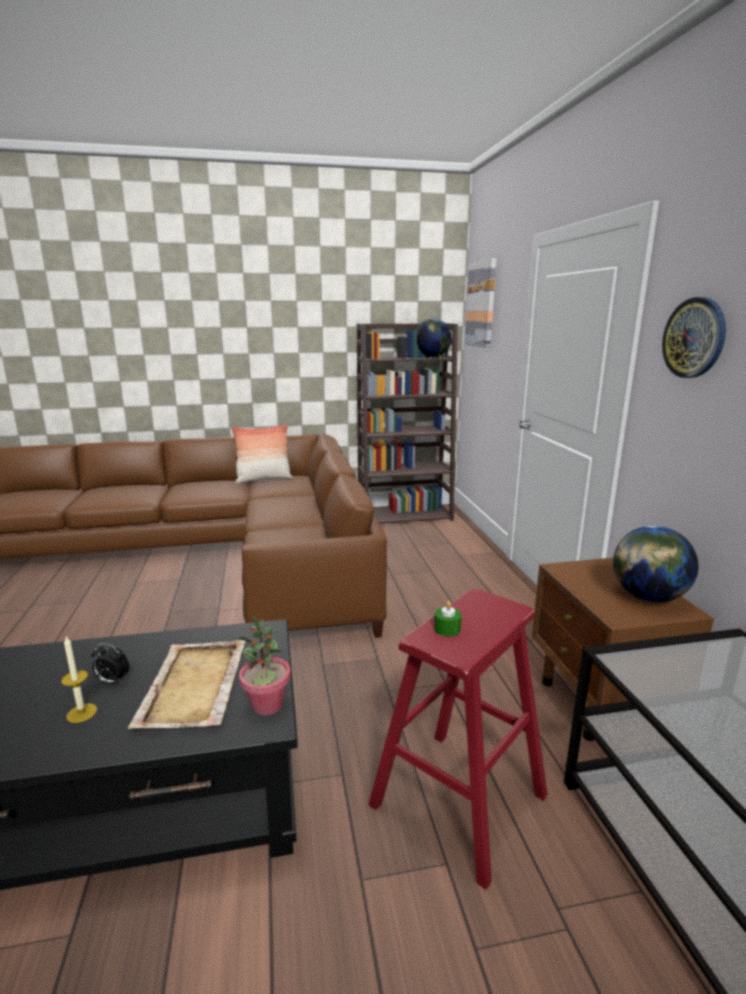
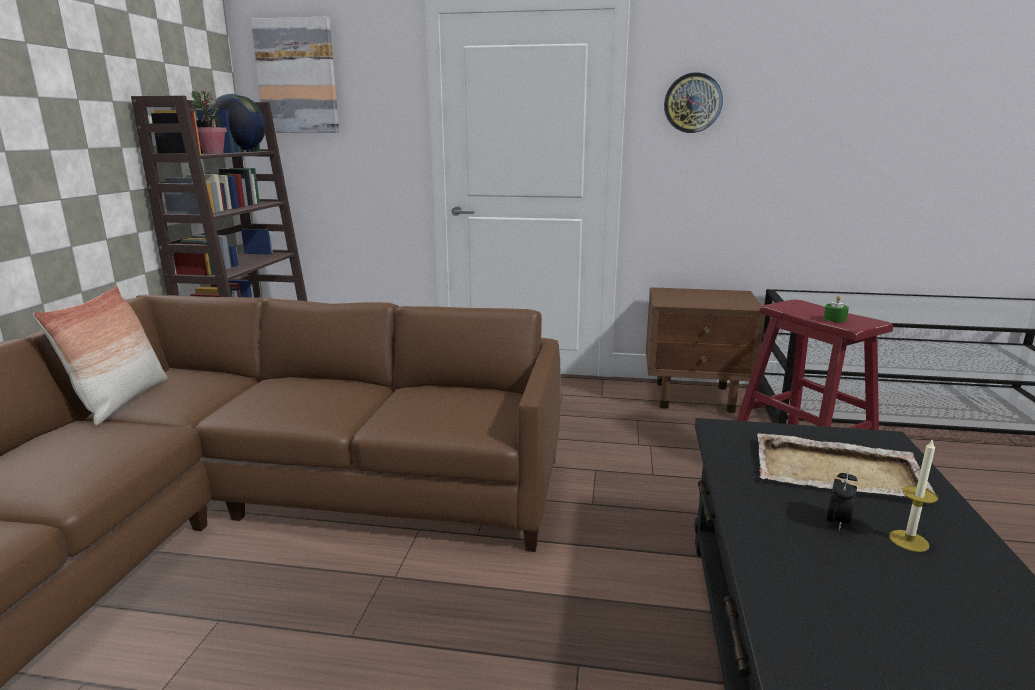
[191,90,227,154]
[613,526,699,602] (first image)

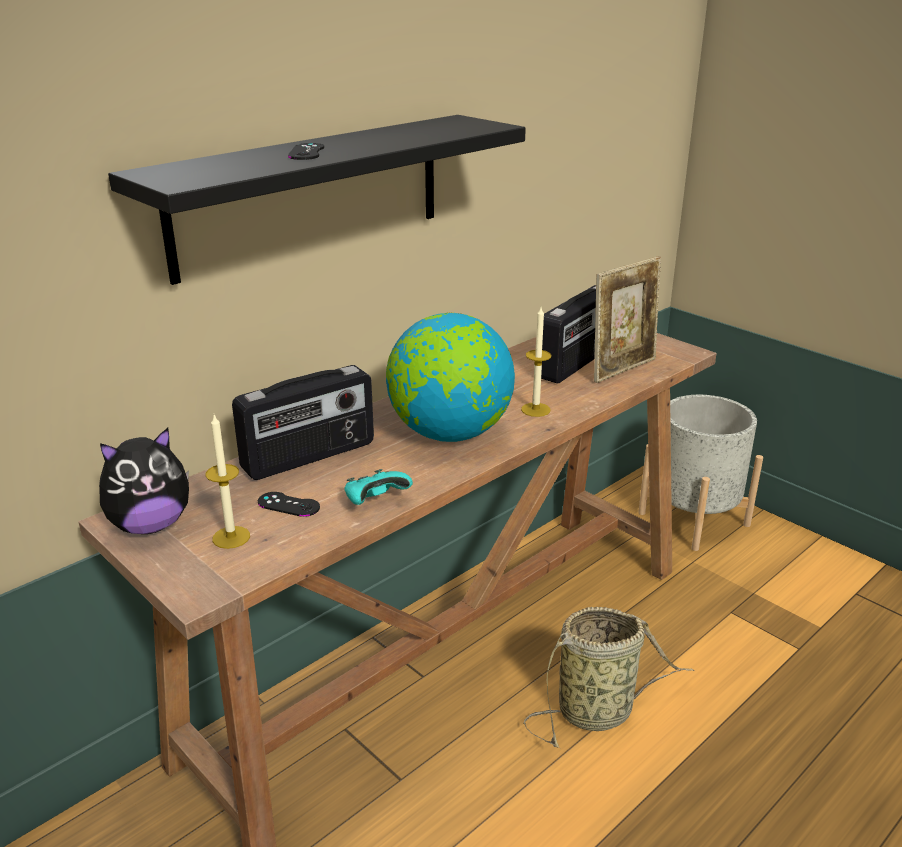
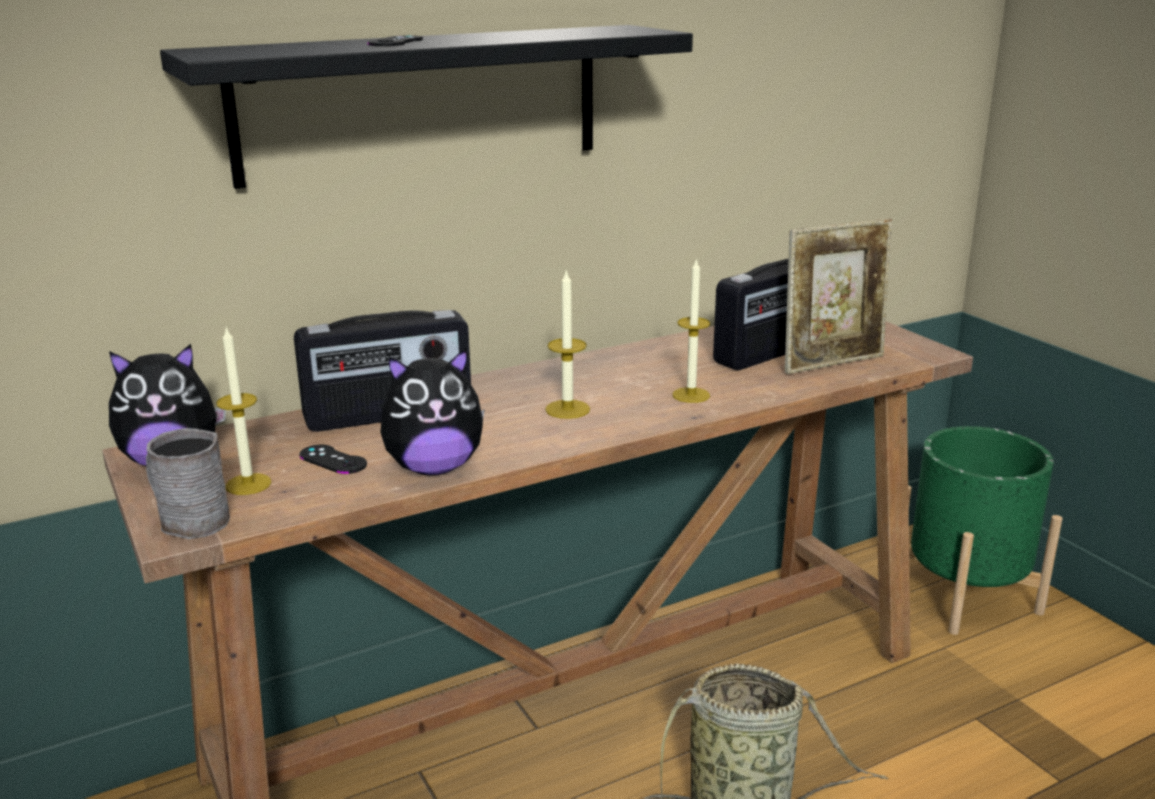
[146,428,230,539]
[380,348,485,476]
[545,270,590,419]
[908,426,1063,635]

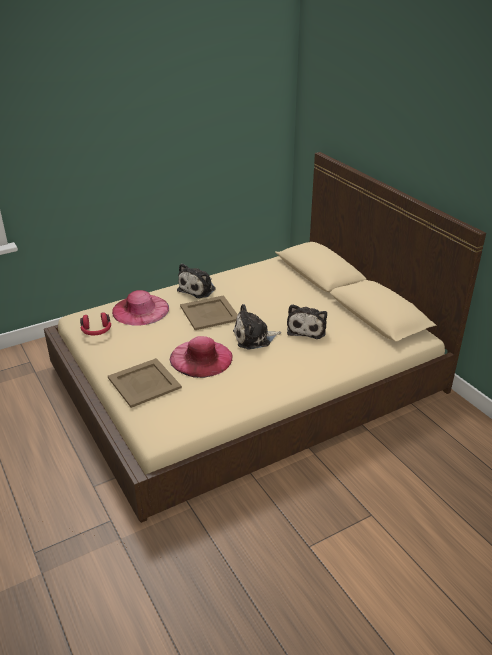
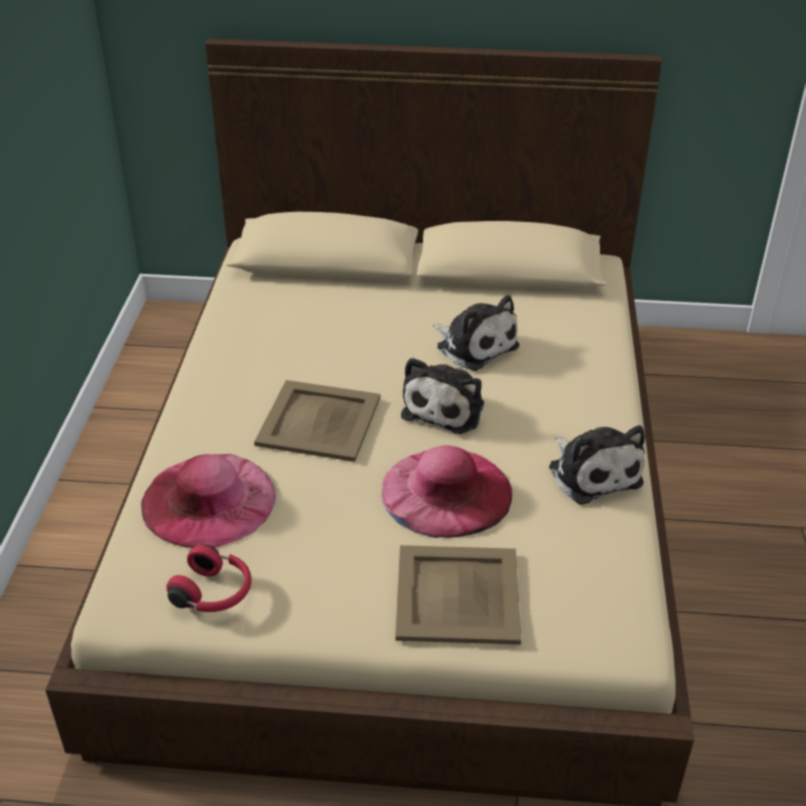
[549,425,645,505]

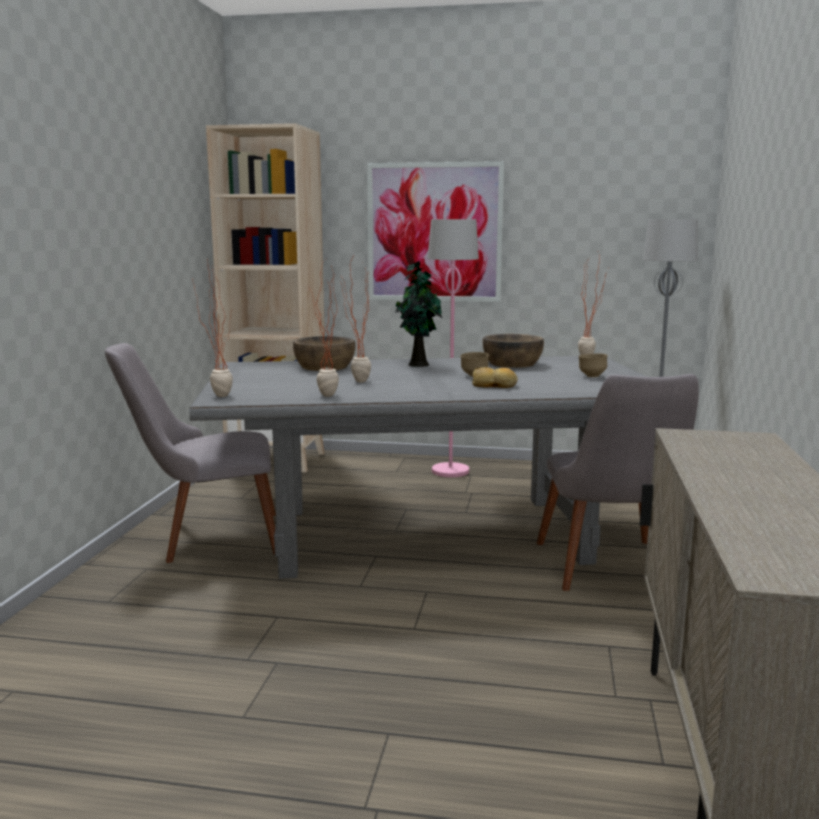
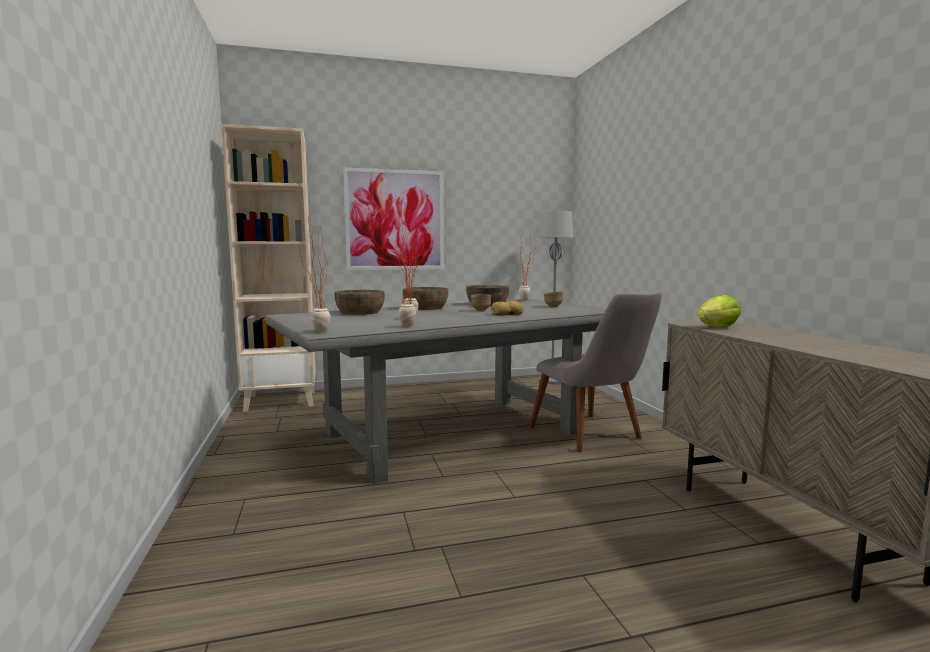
[403,287,448,310]
[697,295,741,327]
[105,343,276,563] (first image)
[428,219,479,477] (first image)

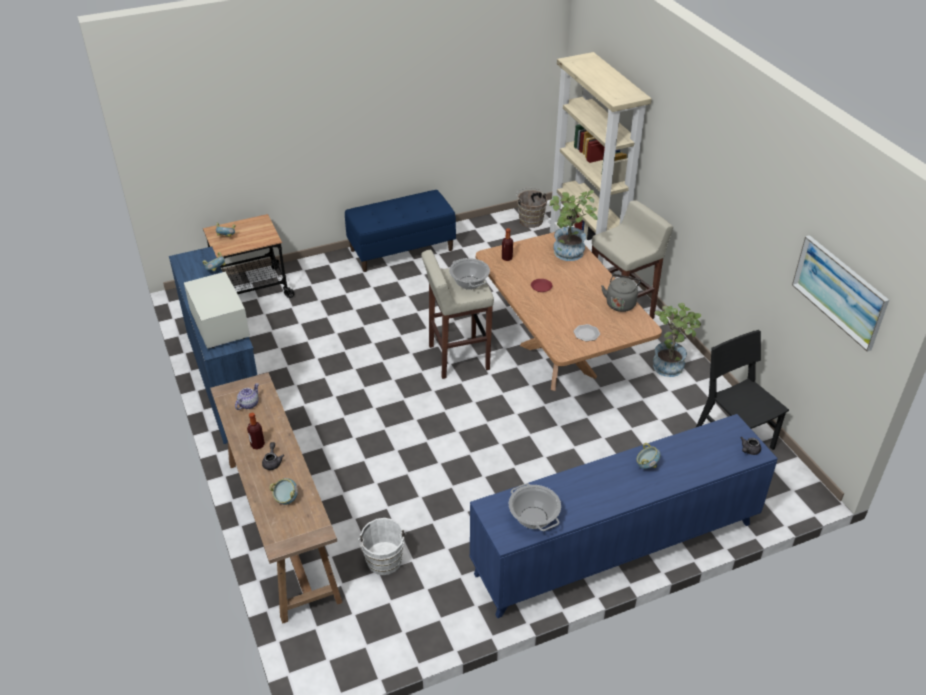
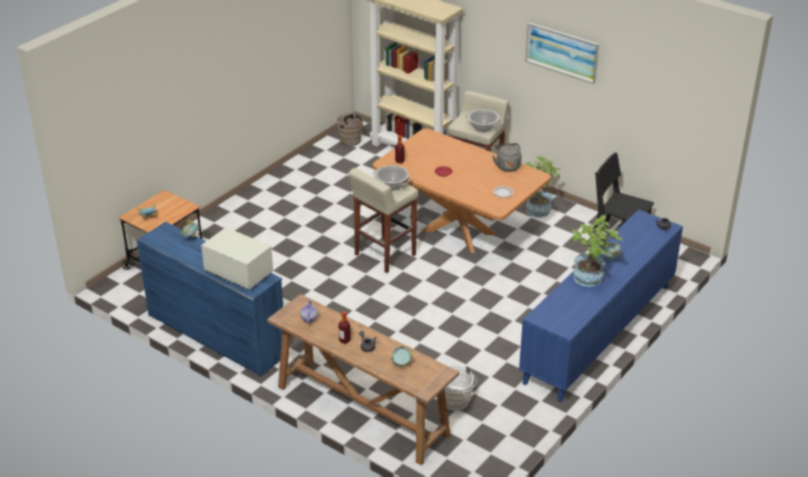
[465,109,502,132]
[526,23,599,84]
[572,215,623,287]
[345,190,456,272] (first image)

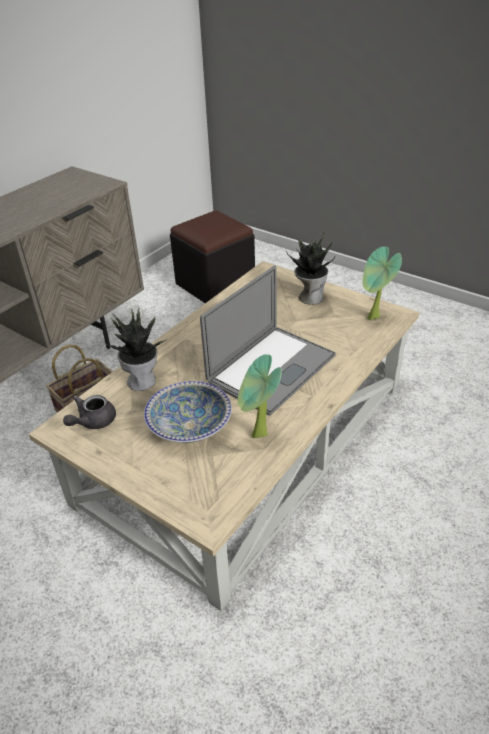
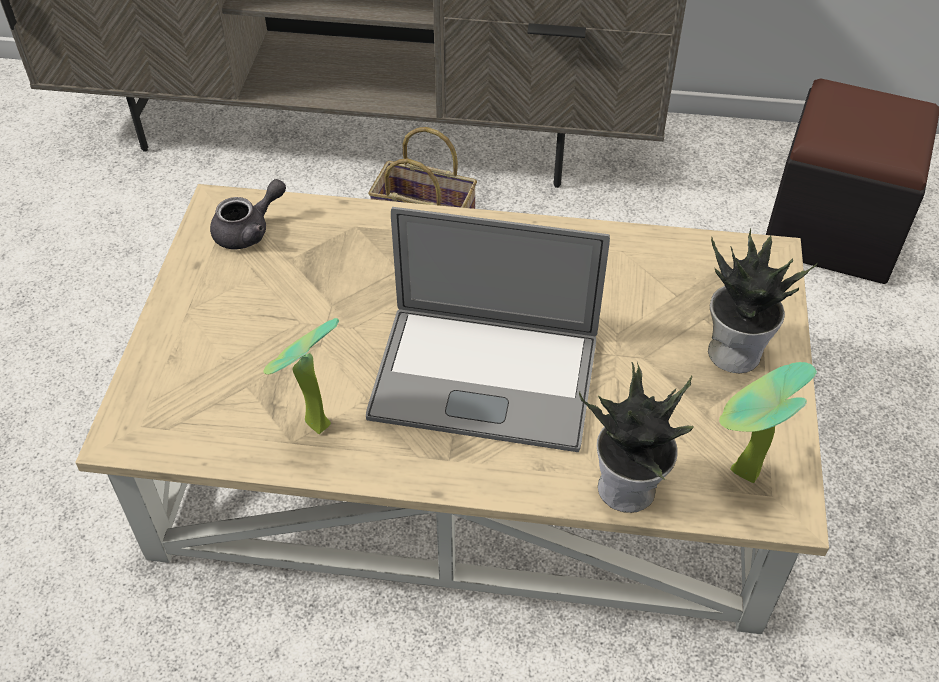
[210,179,286,249]
[579,362,694,513]
[144,381,232,443] (first image)

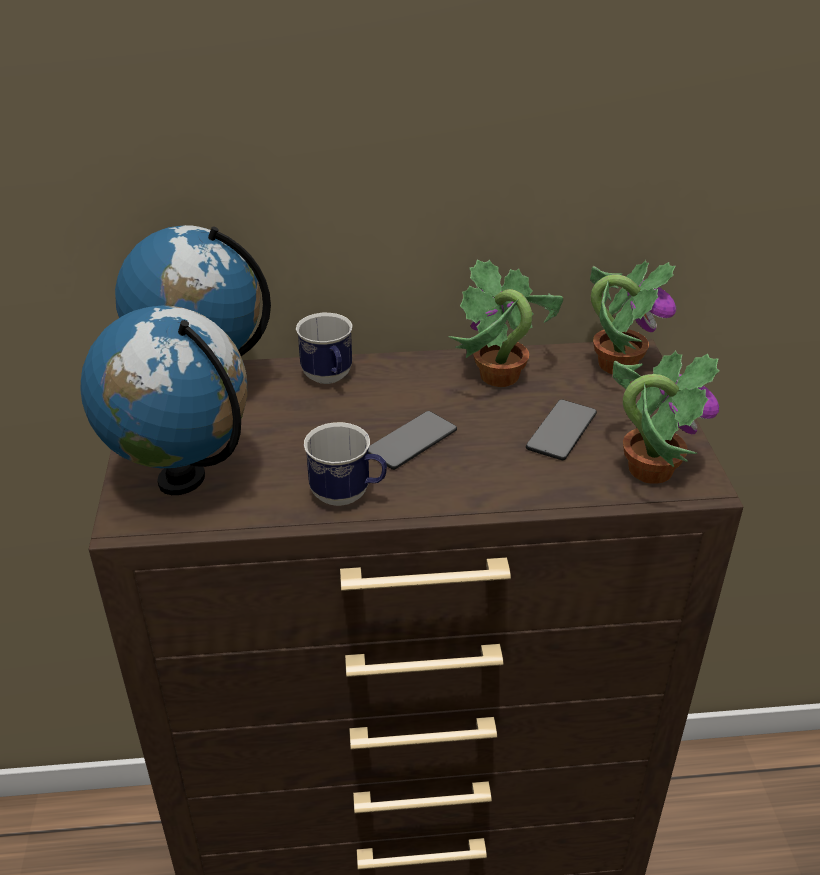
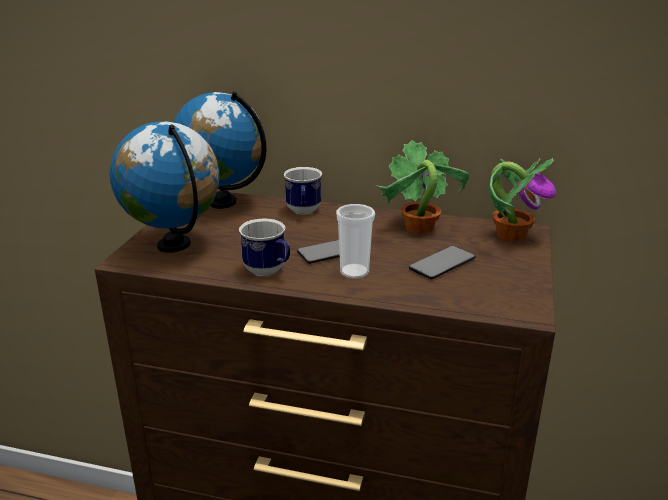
[336,204,375,279]
[613,351,720,483] (first image)

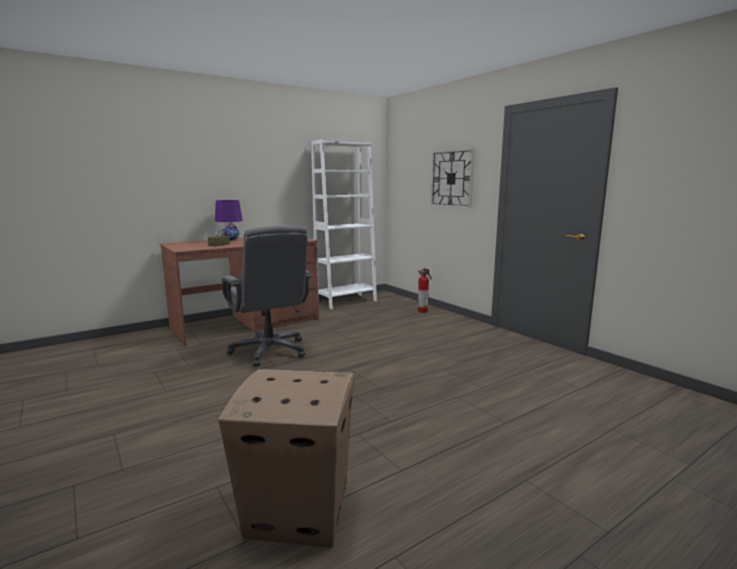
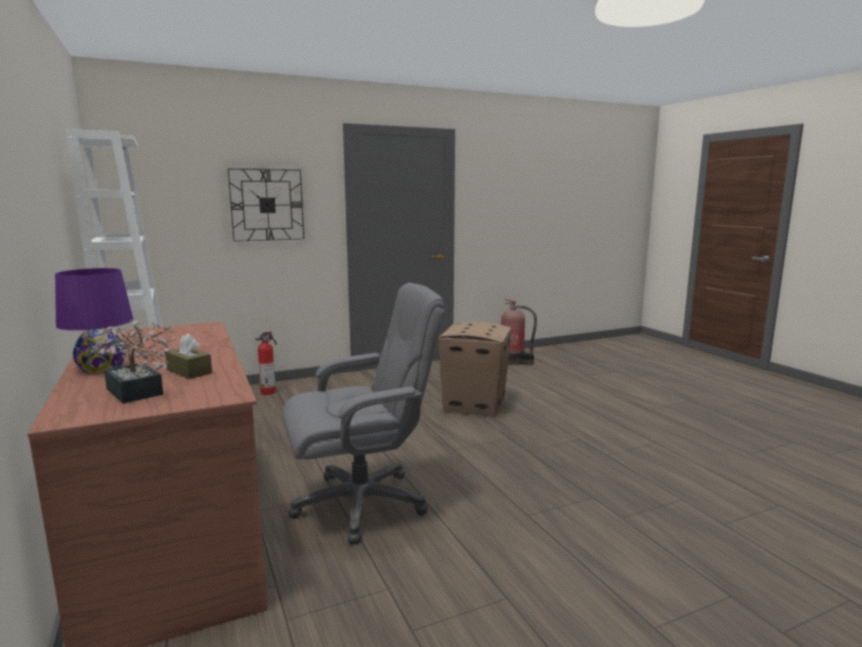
[91,319,176,404]
[438,322,512,417]
[501,299,537,365]

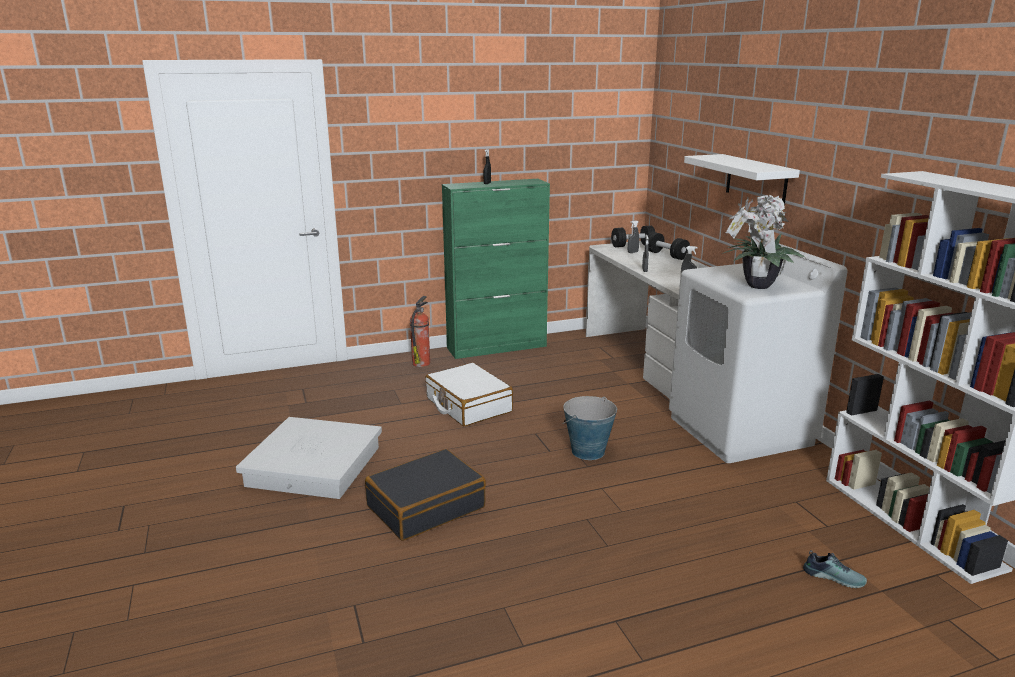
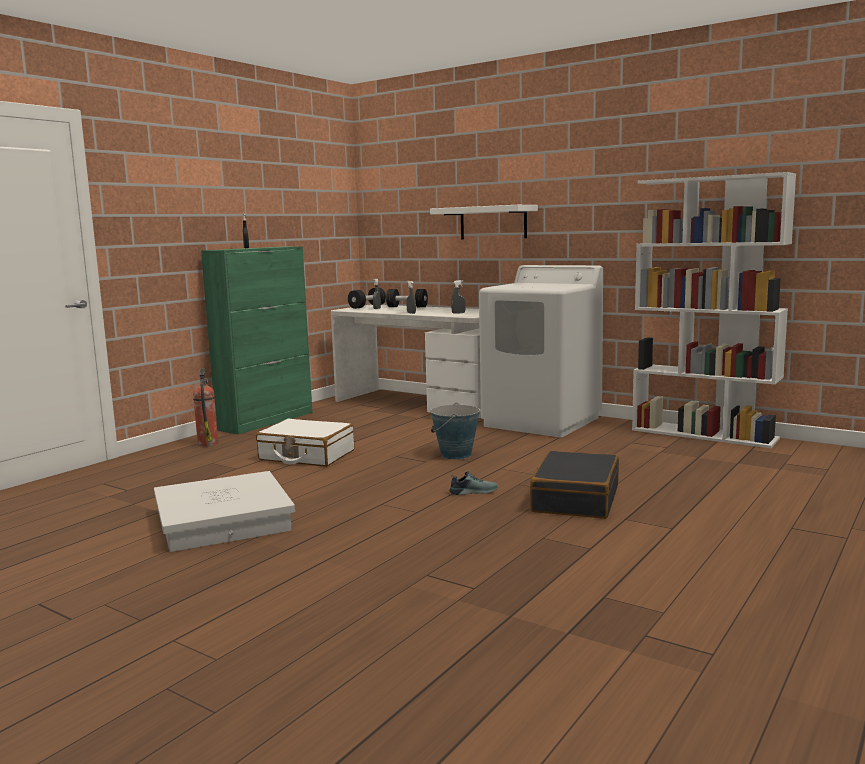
[449,471,497,495]
[530,451,619,519]
[722,195,805,289] (first image)

